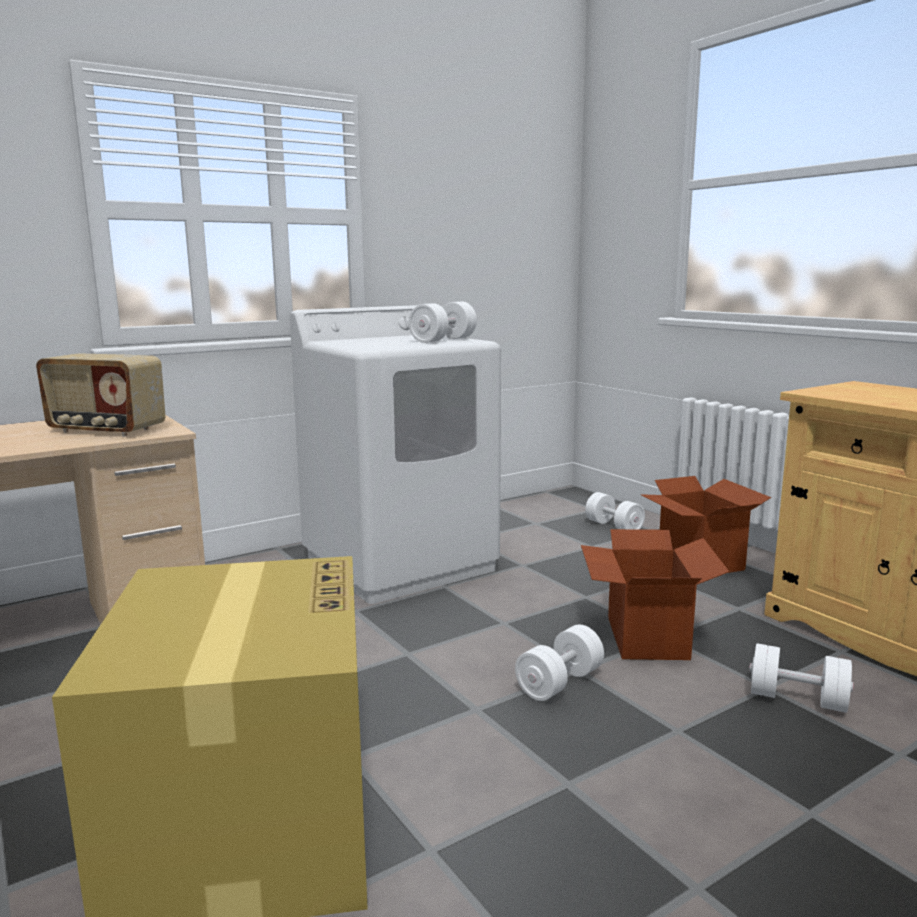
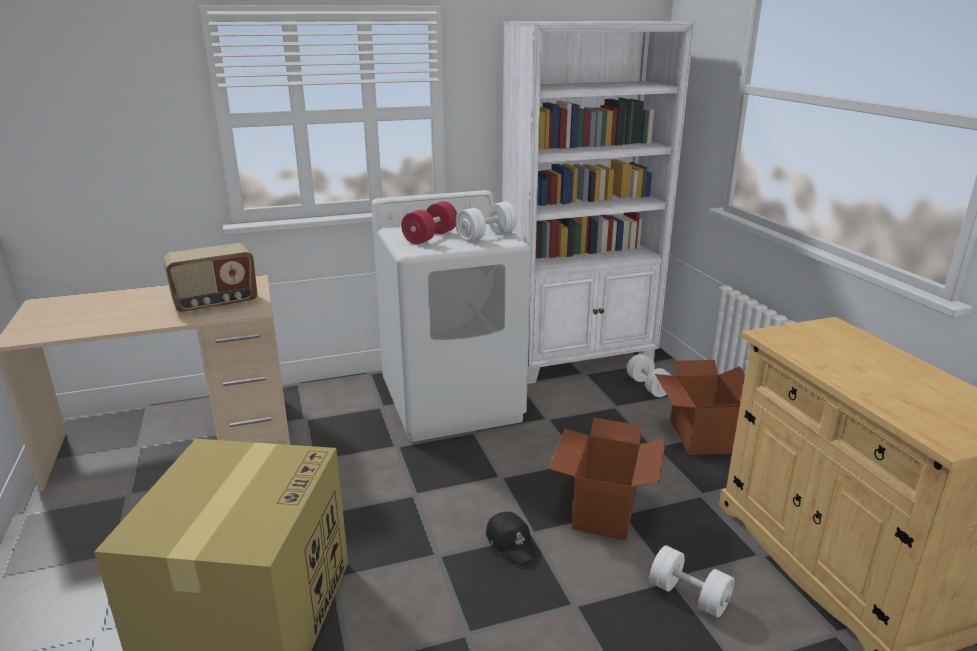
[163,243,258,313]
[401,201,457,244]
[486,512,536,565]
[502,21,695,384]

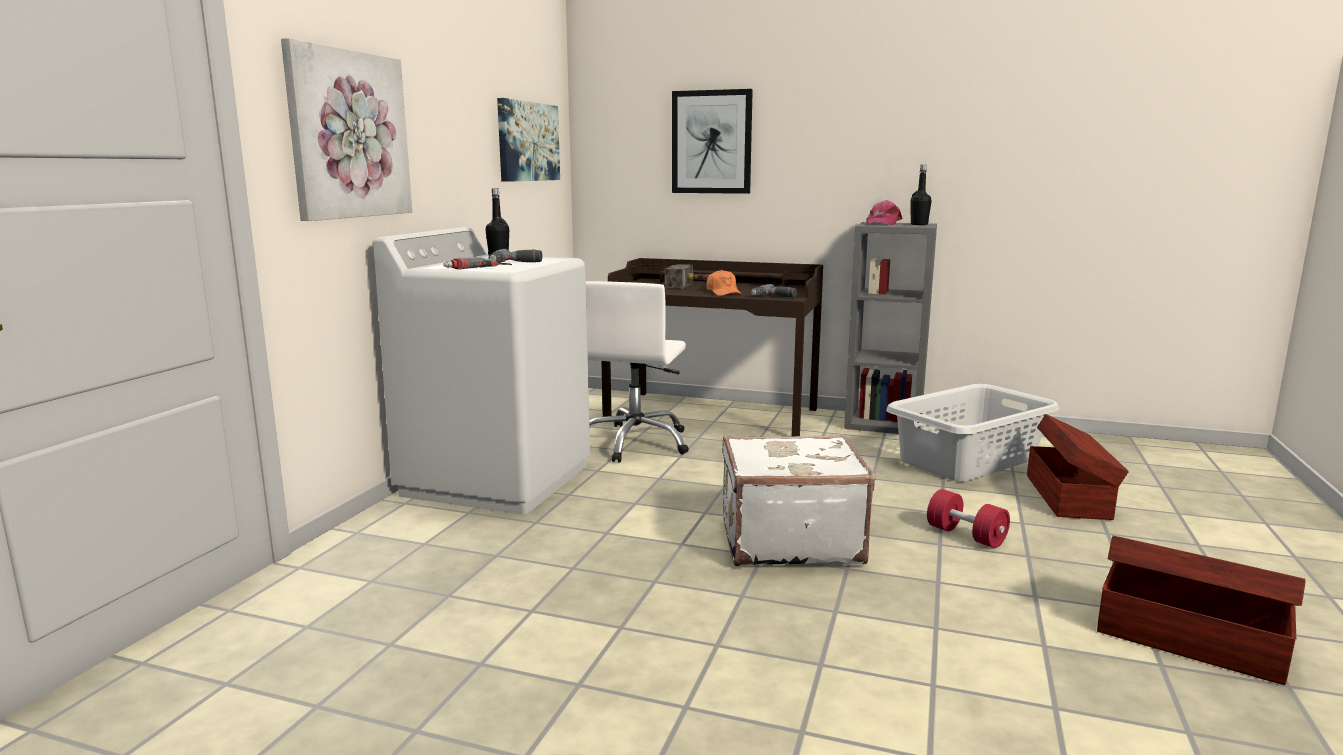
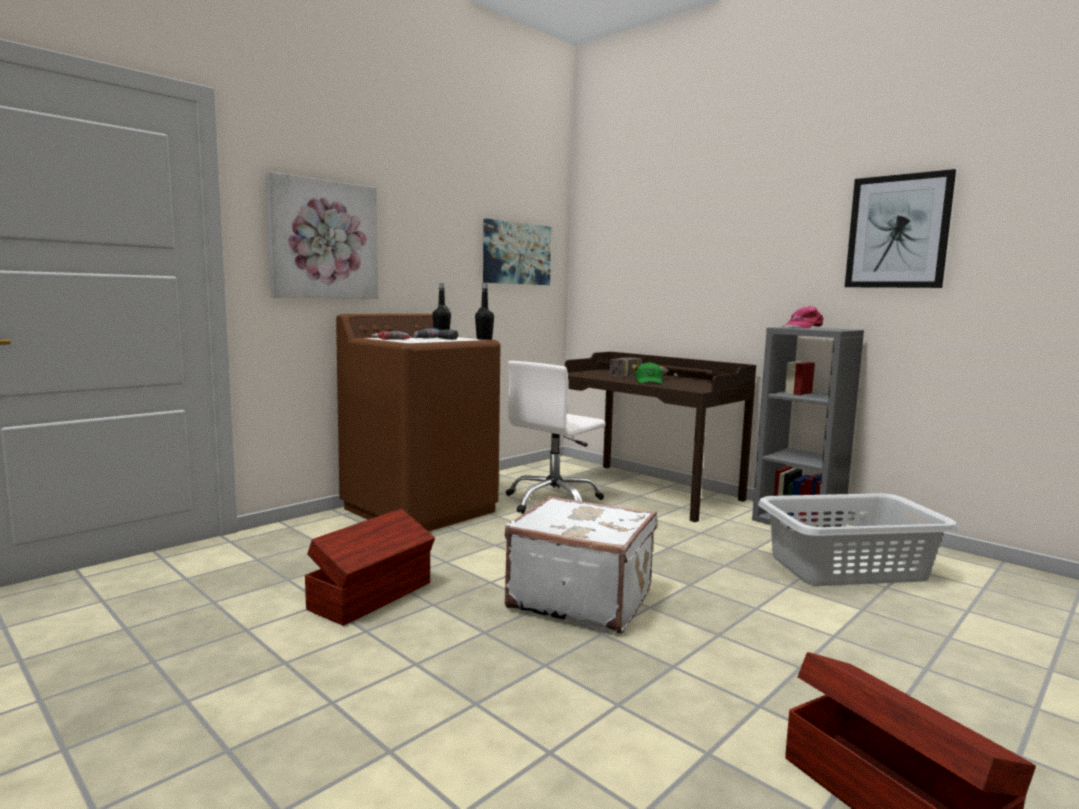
[305,509,435,626]
[336,314,501,531]
[475,284,494,340]
[635,362,662,384]
[845,169,956,288]
[751,284,797,298] (first image)
[927,489,1010,548] (first image)

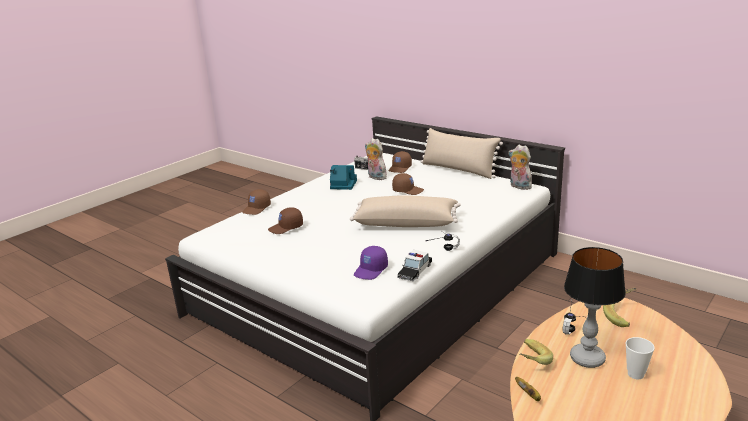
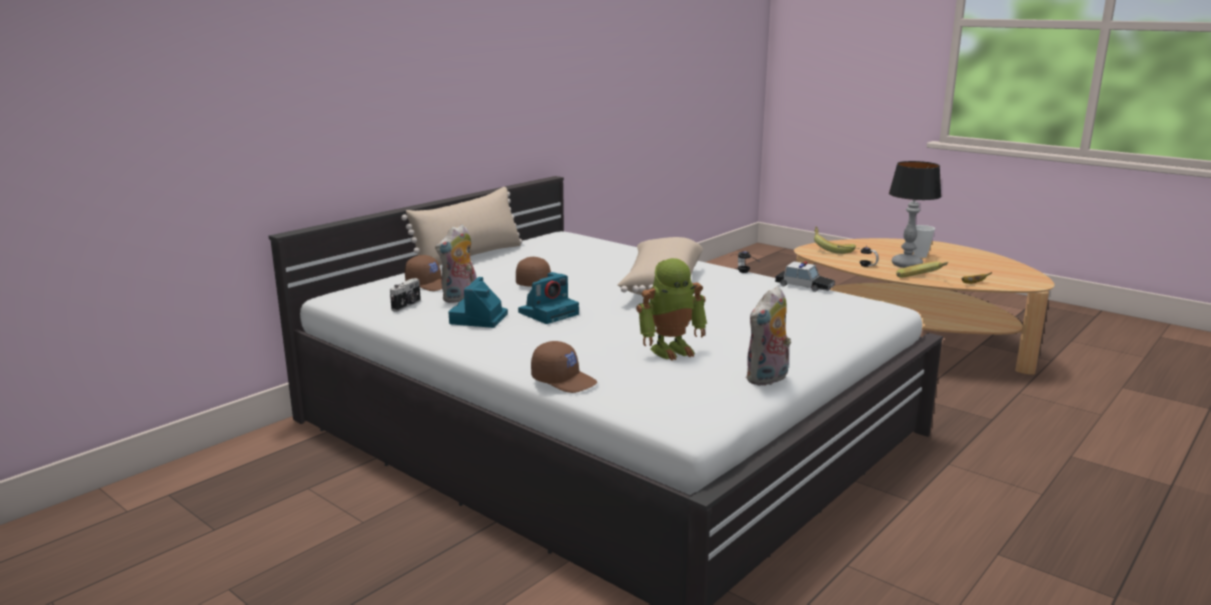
[518,272,579,324]
[636,258,707,360]
[746,286,791,386]
[354,246,388,280] (first image)

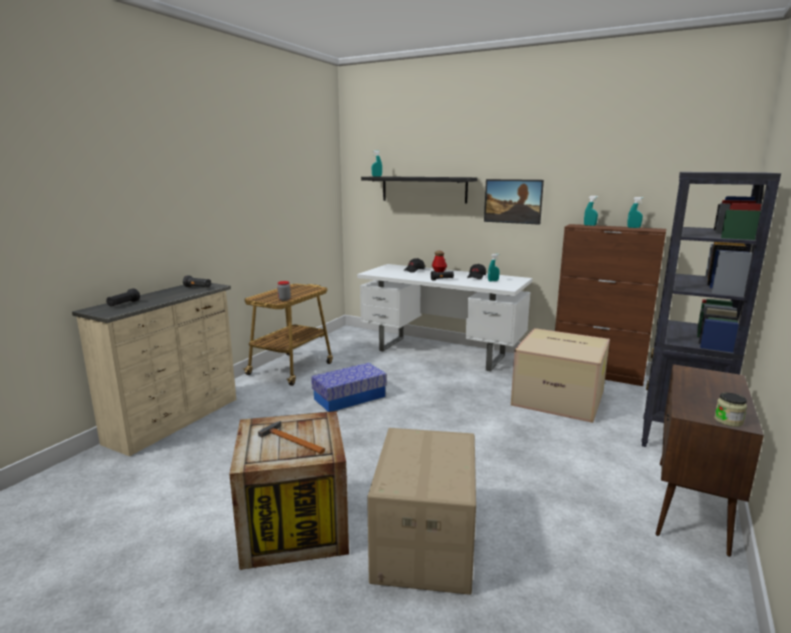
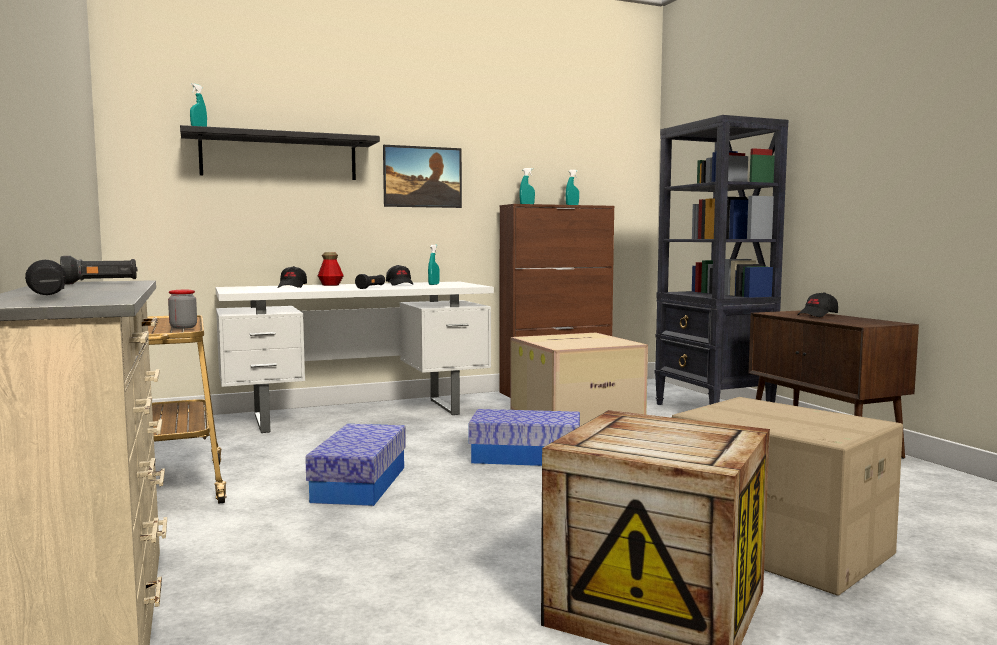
[468,409,580,466]
[797,292,838,317]
[258,421,325,454] (first image)
[714,393,747,427] (first image)

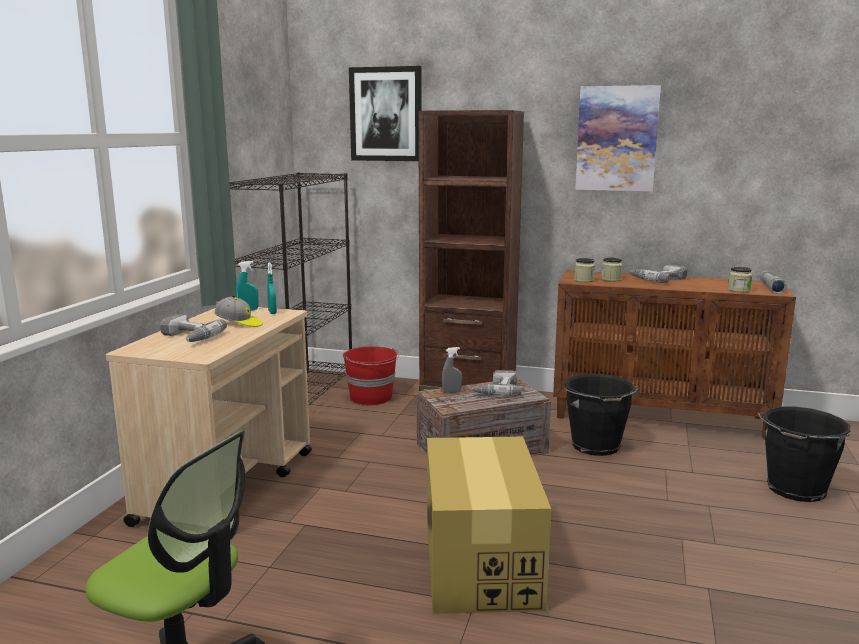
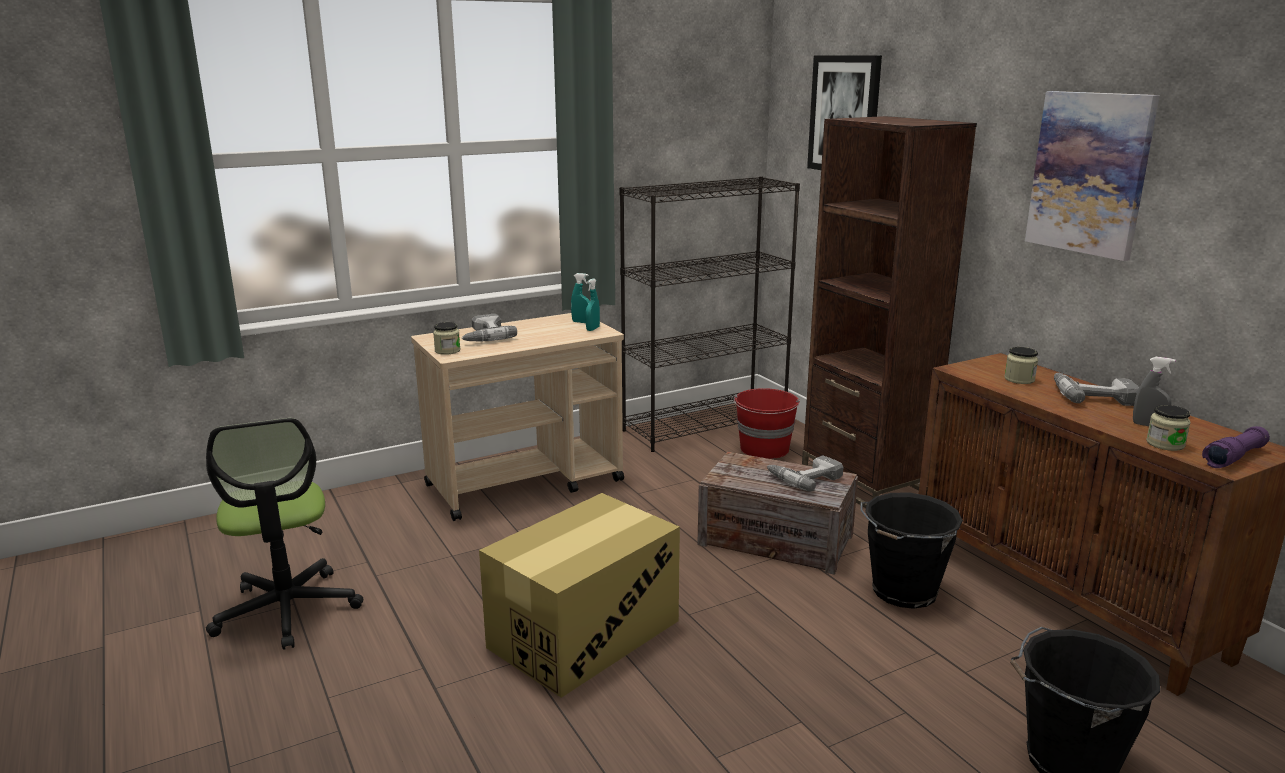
[433,322,460,355]
[1133,357,1176,426]
[1202,426,1270,468]
[214,297,263,327] (first image)

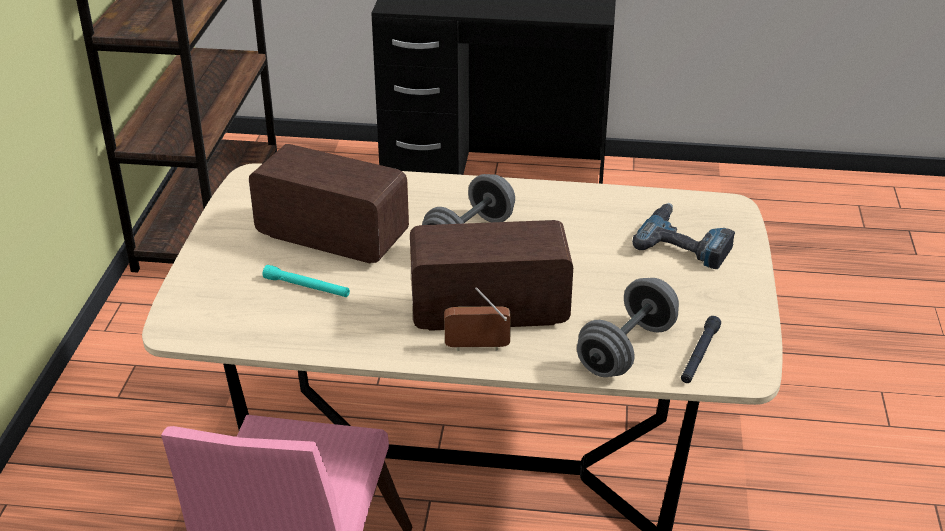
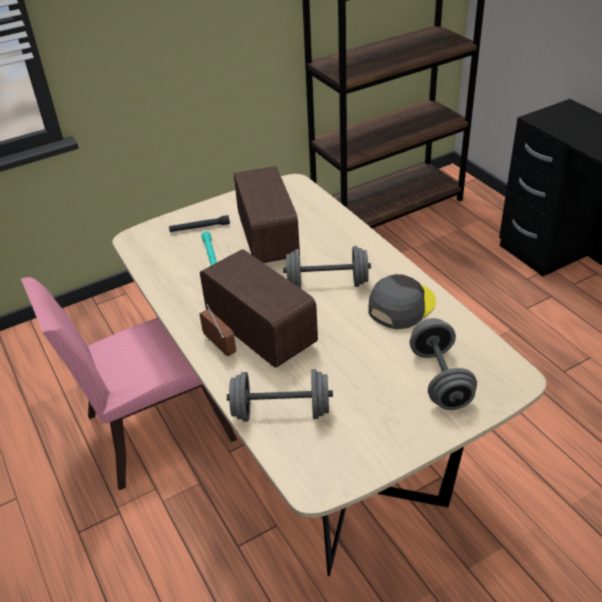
[169,215,230,232]
[368,274,436,329]
[410,318,477,410]

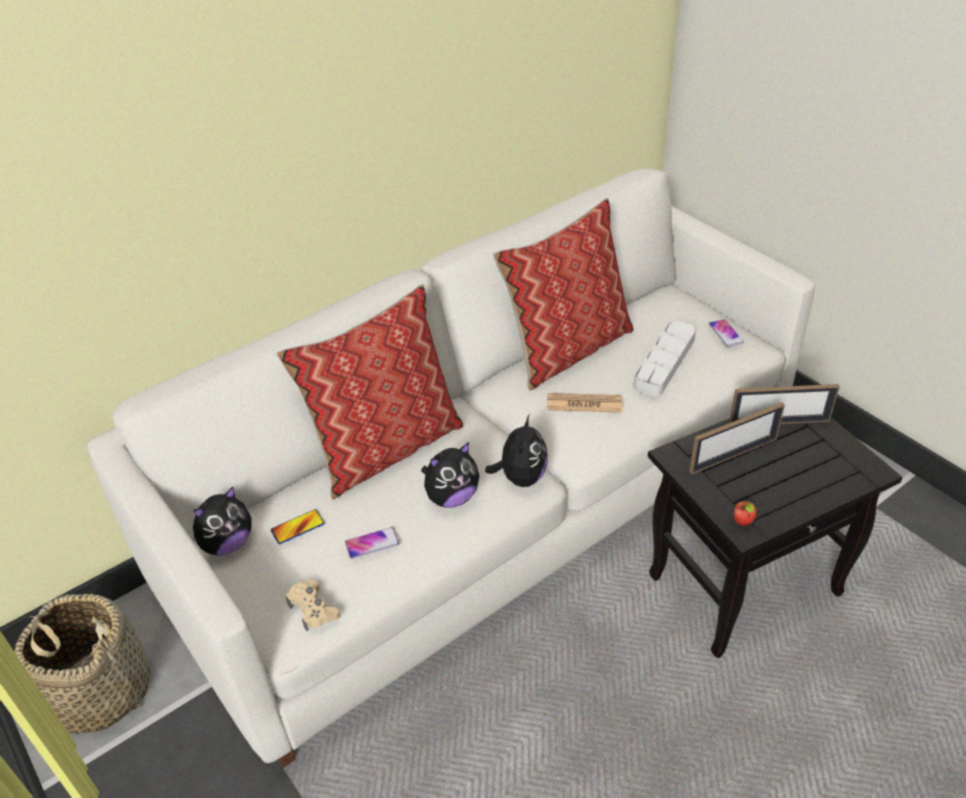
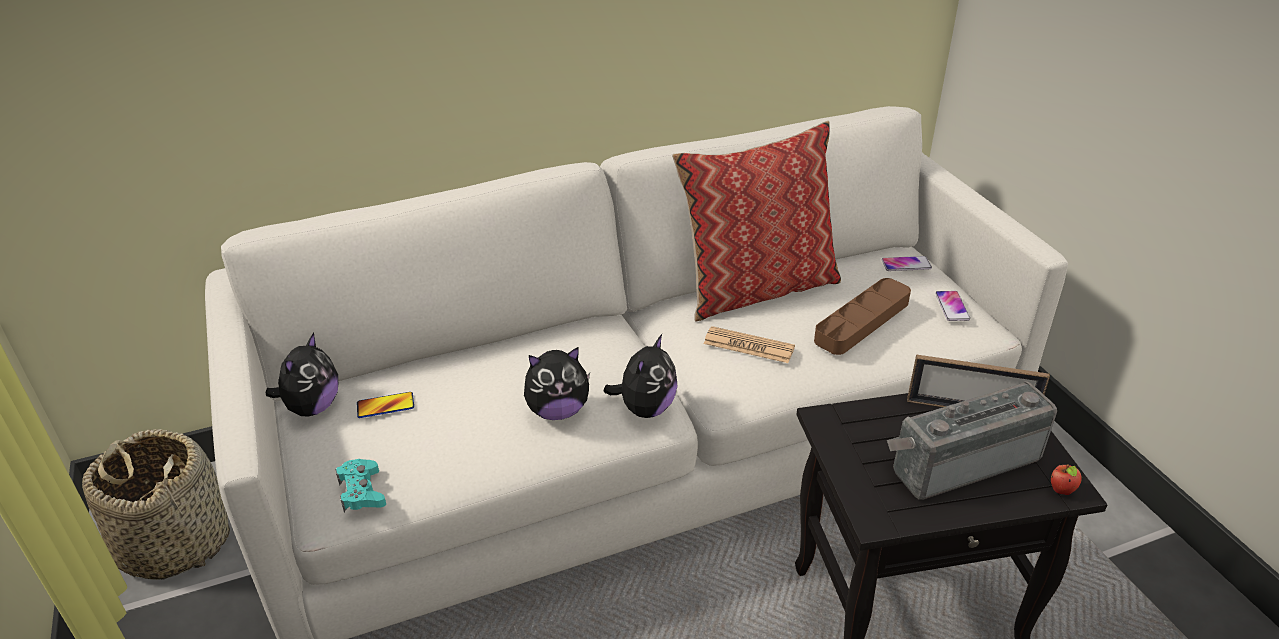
[266,333,338,417]
[336,459,386,512]
[814,278,911,355]
[882,256,932,271]
[887,381,1057,500]
[1051,465,1082,495]
[277,284,463,500] (first image)
[689,403,785,474] (first image)

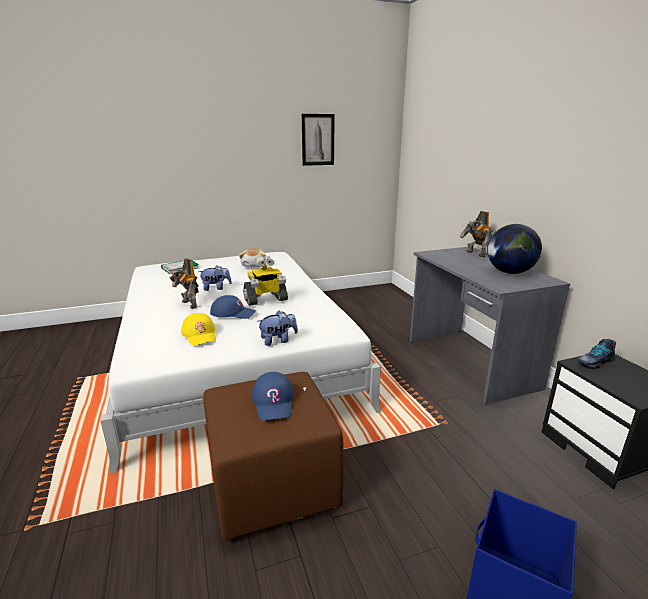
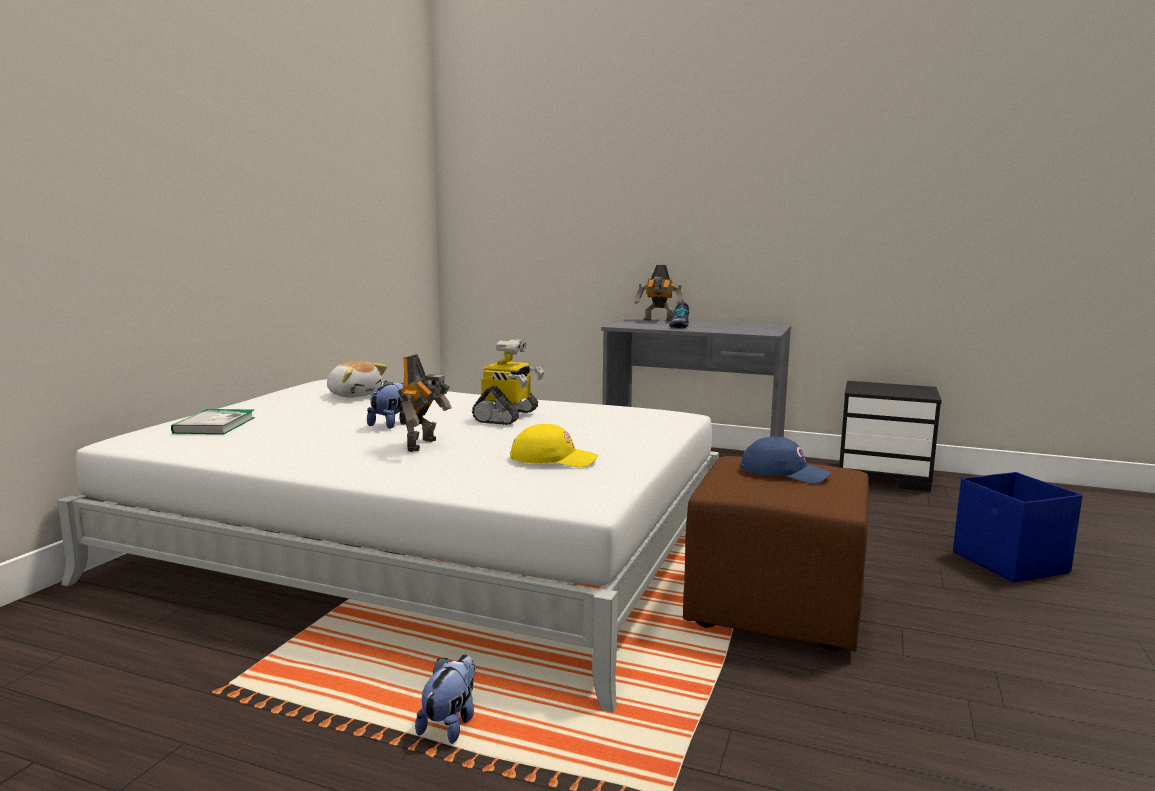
[398,354,452,452]
[415,654,475,744]
[669,302,690,328]
[210,295,256,319] (first image)
[302,114,335,166] (first image)
[487,224,542,274] (first image)

